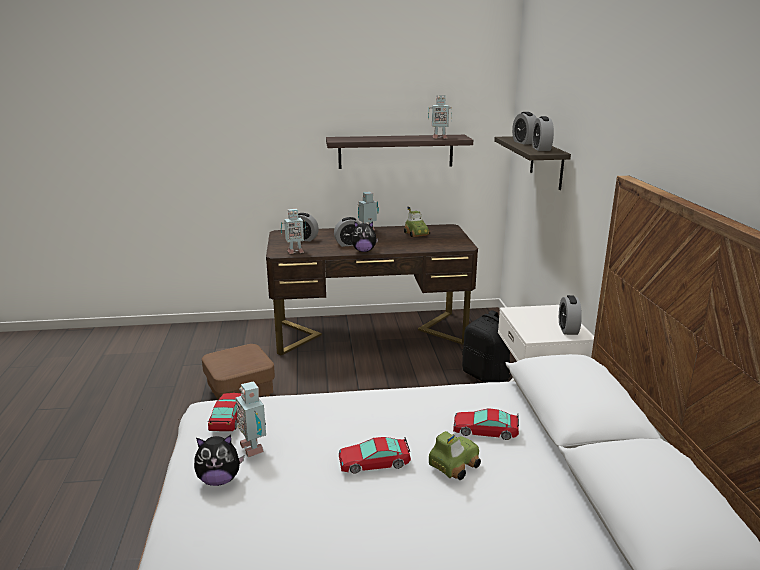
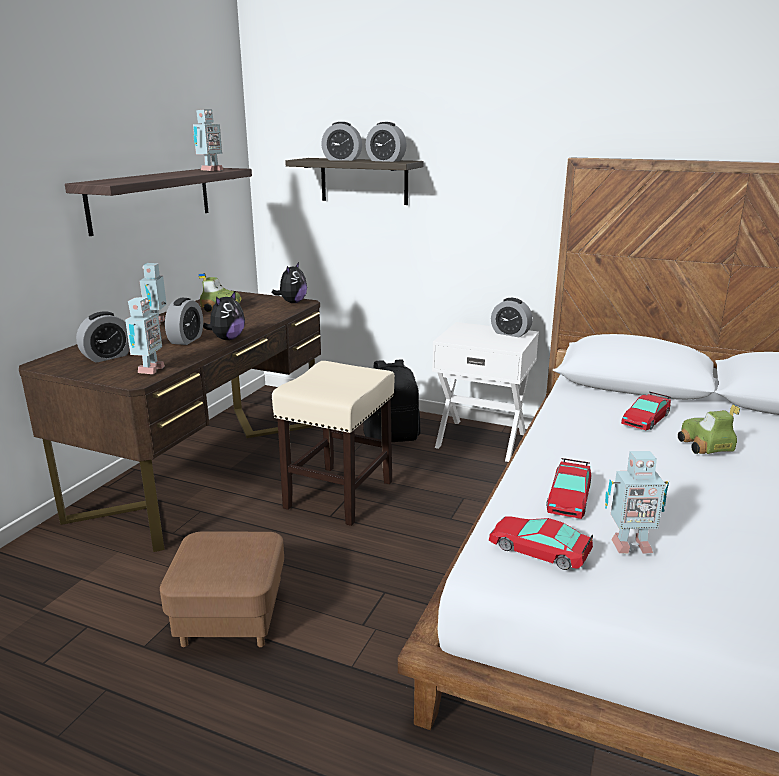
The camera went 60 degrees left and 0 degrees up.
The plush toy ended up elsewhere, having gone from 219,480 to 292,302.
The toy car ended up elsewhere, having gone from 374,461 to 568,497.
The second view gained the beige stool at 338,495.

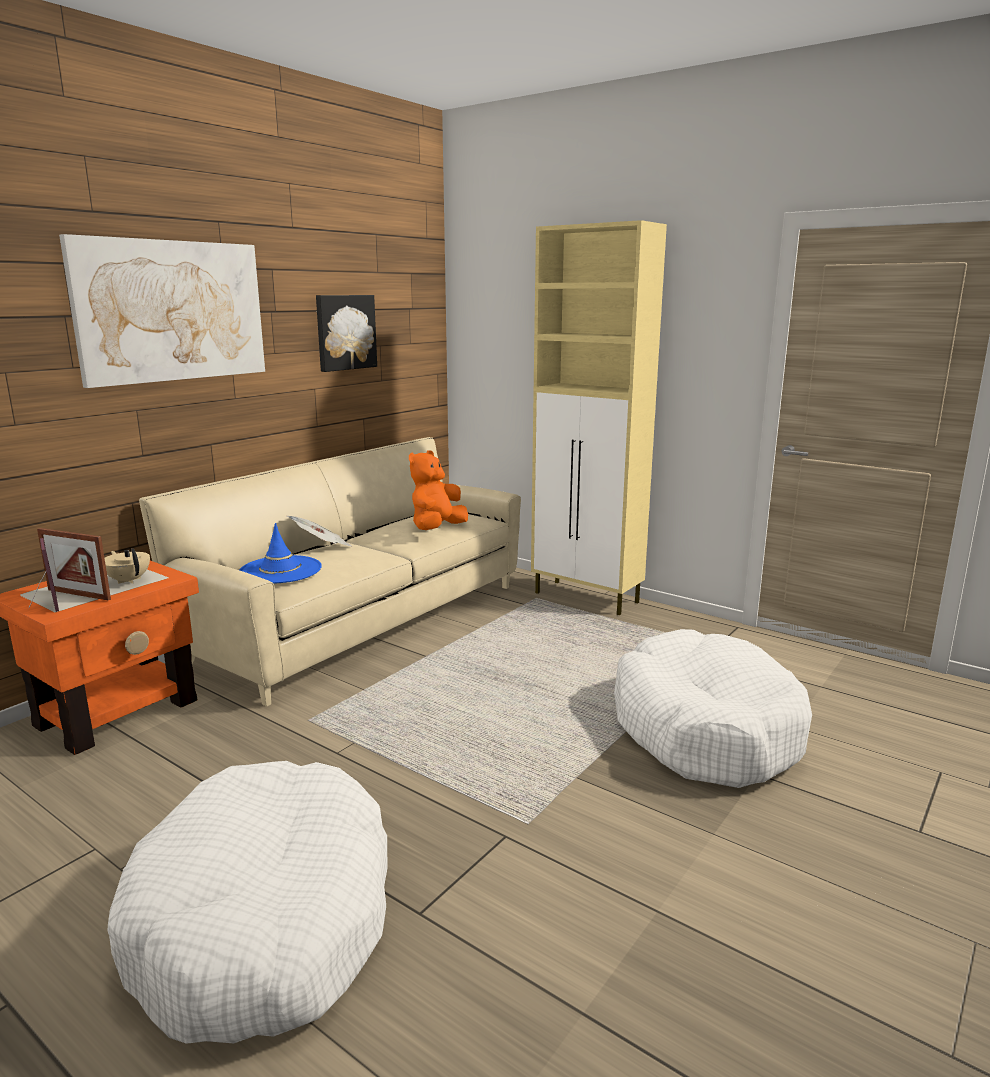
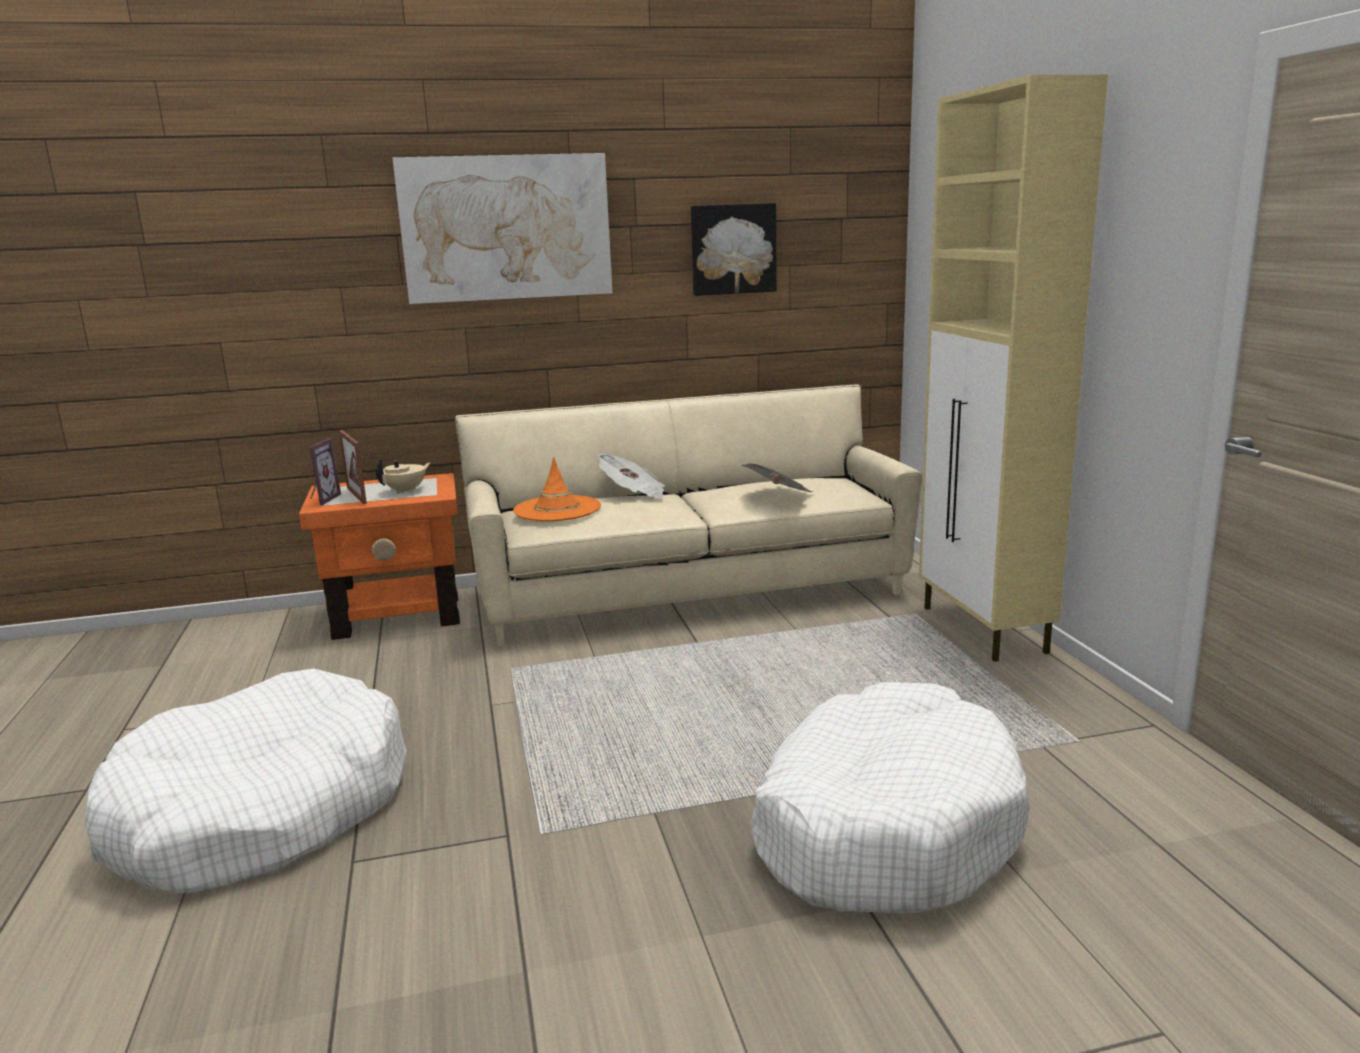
The camera went 40 degrees right and 0 degrees up.
Where the orange plush toy stood at 437,529, the newspaper came to stand at 779,497.
What was the blue hat at 280,570 turned into the orange hat at 557,509.
The beige teapot at 128,580 ended up facing another way, 45 degrees clockwise from before.

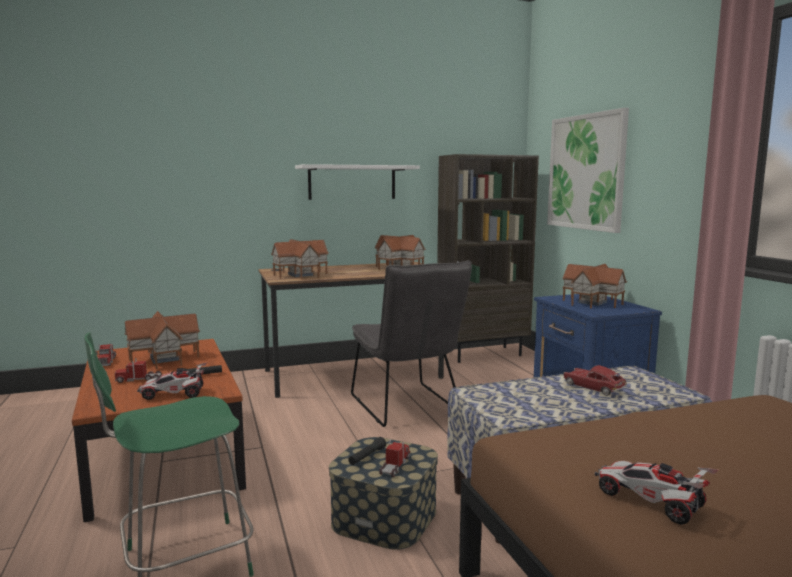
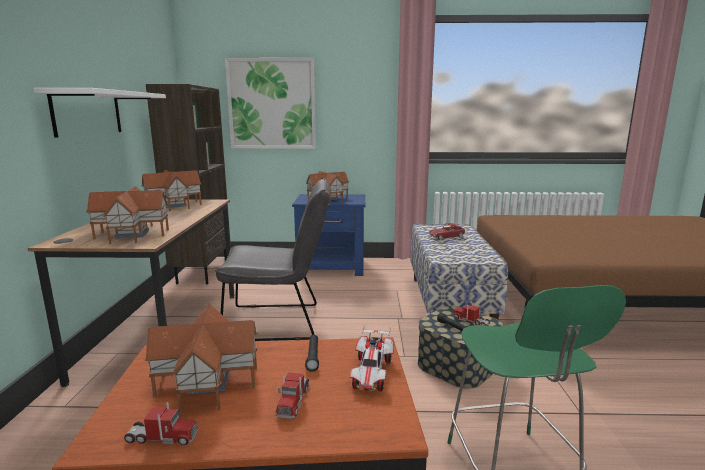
The camera went 70 degrees left and 5 degrees up.
The second view lost the toy car at 650,502.

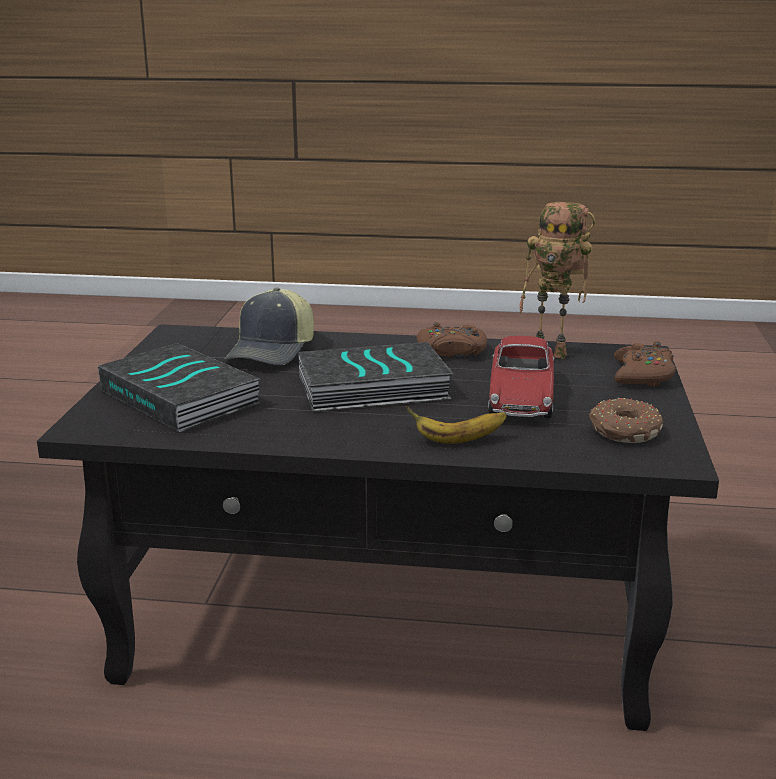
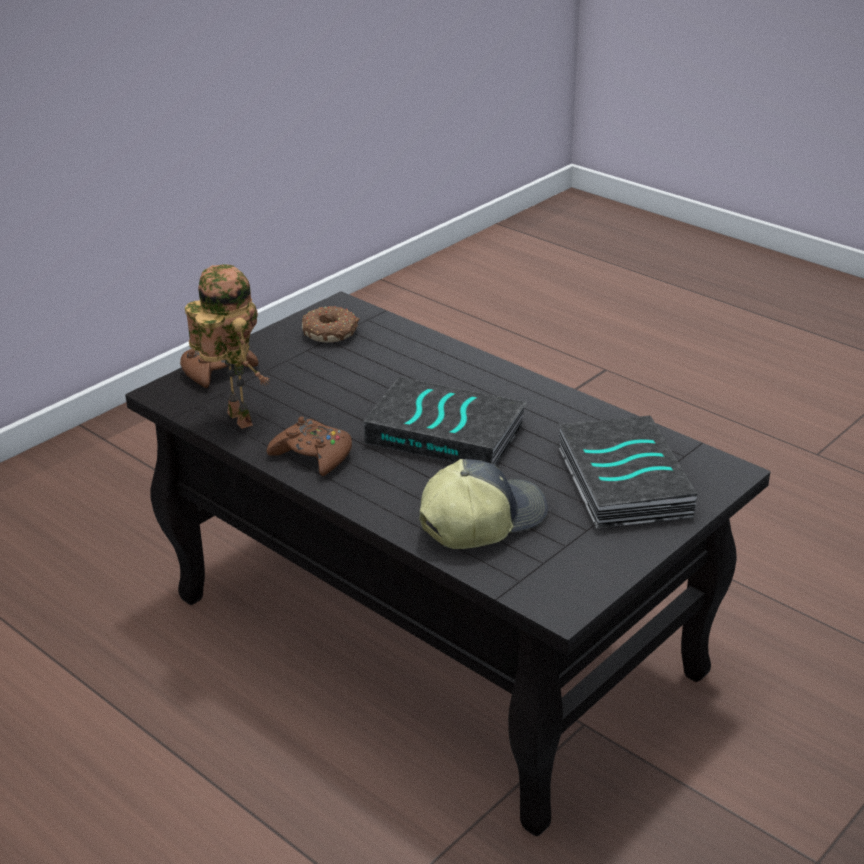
The camera went 145 degrees left and 10 degrees up.
The second view lost the toy car at 521,396.
The second view lost the banana at 457,440.

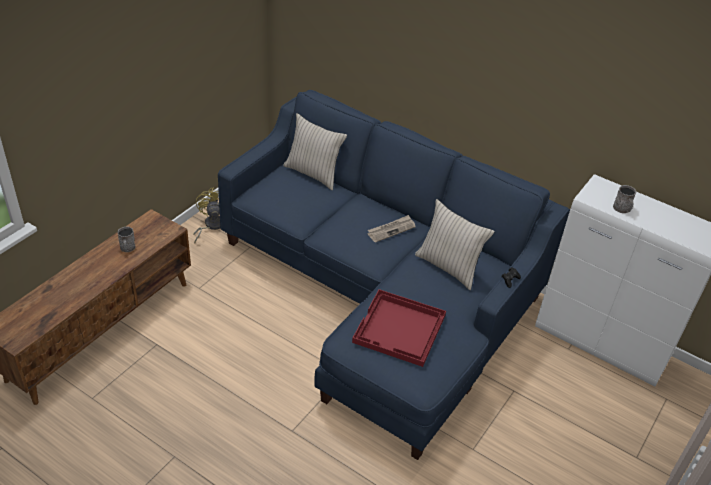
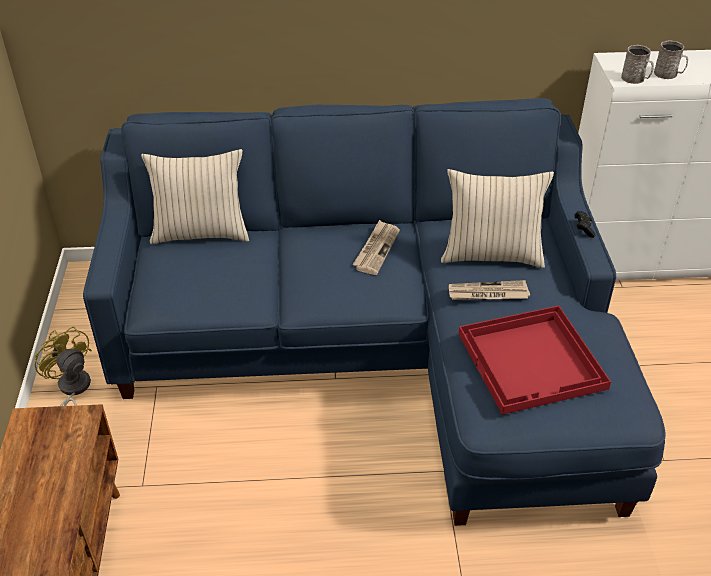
The camera went 35 degrees left and 0 degrees up.
The grey mug ended up elsewhere, having gone from 127,248 to 635,79.
The second view gained the newspaper at 487,293.

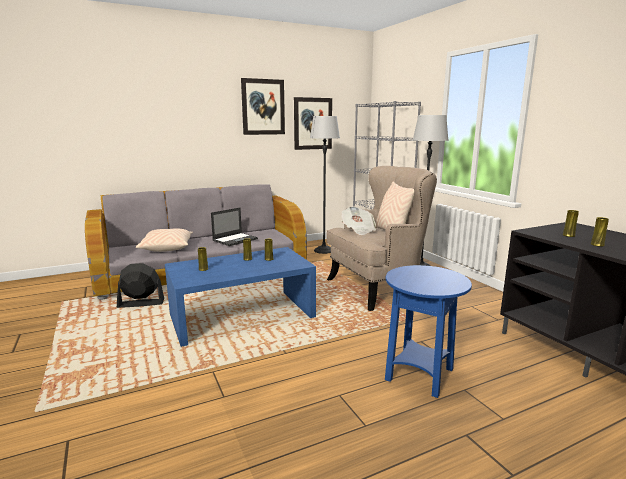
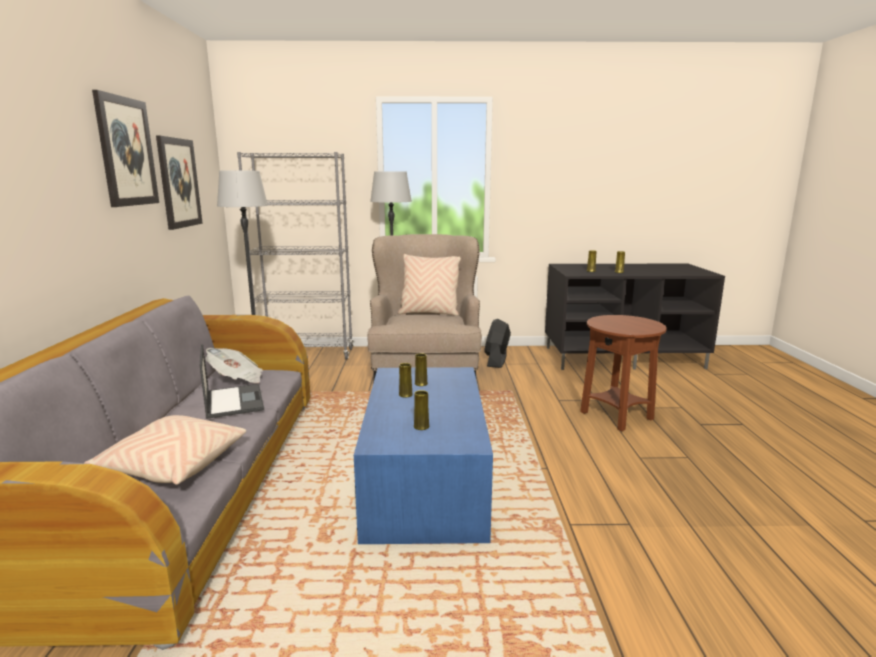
The camera went 65 degrees left and 0 degrees up.
The newspaper ended up elsewhere, having gone from 358,230 to 237,379.
The black fan ended up elsewhere, having gone from 141,304 to 496,361.
What was the blue side table at 419,375 turned into the brown side table at 616,416.

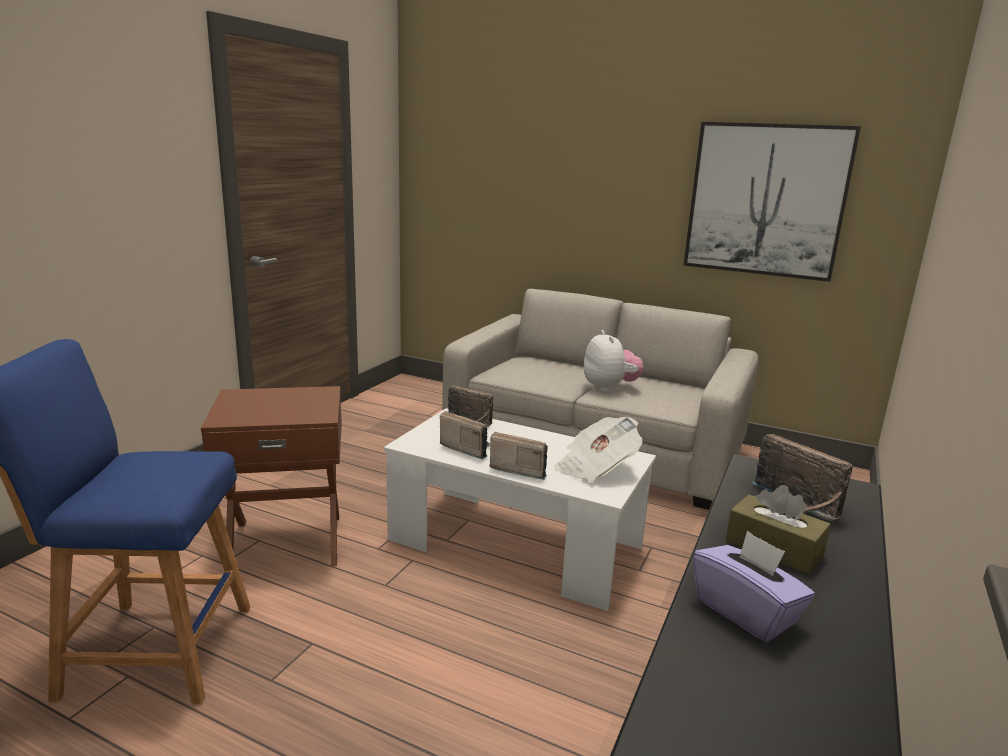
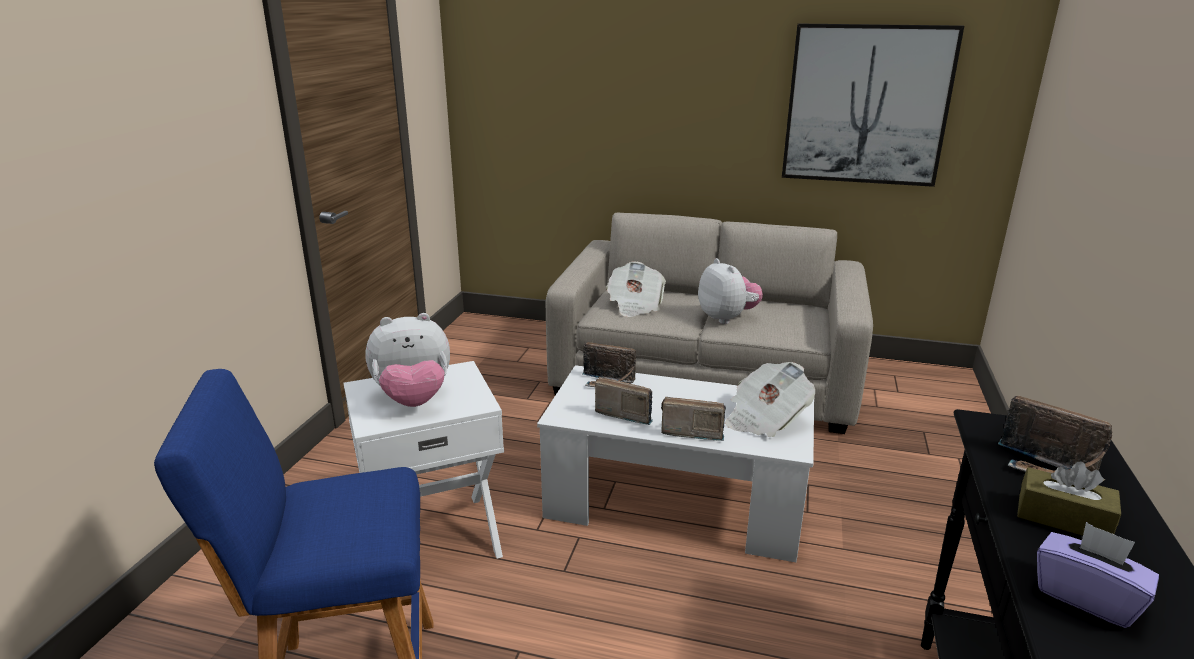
The camera went 10 degrees left and 5 degrees up.
What was the brown side table at 286,541 turned into the white side table at 434,536.
The second view gained the newspaper at 635,305.
The second view gained the plush toy at 413,399.

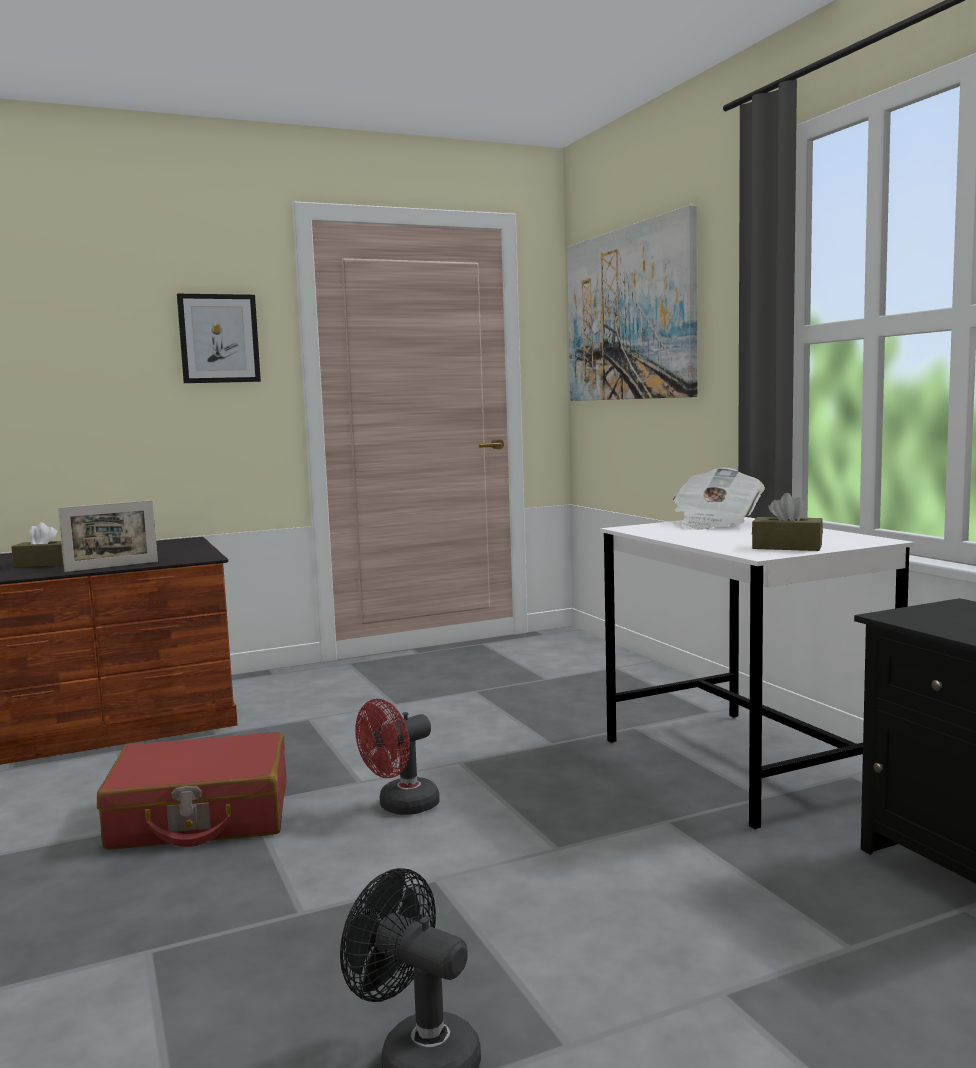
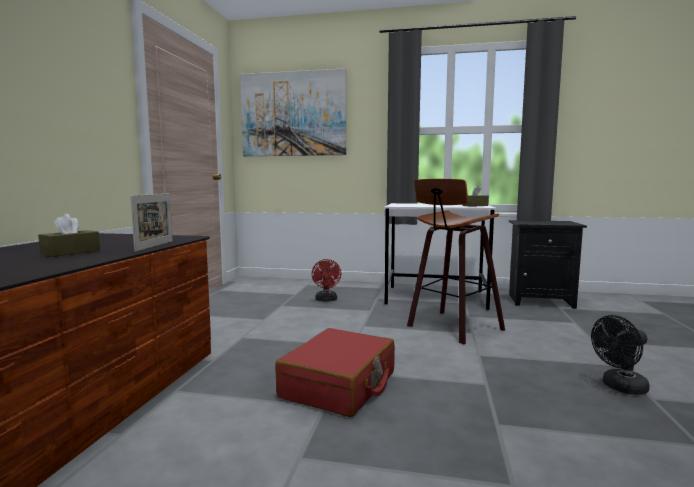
The camera went 55 degrees left and 0 degrees up.
The second view lost the picture at 219,338.
The second view lost the newspaper at 715,524.
The red fan ended up elsewhere, having gone from 401,807 to 326,300.
The second view gained the stool at 452,328.

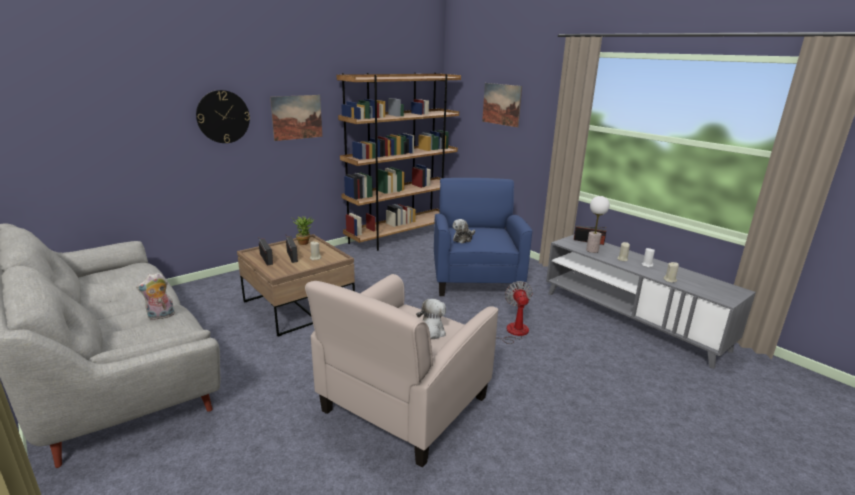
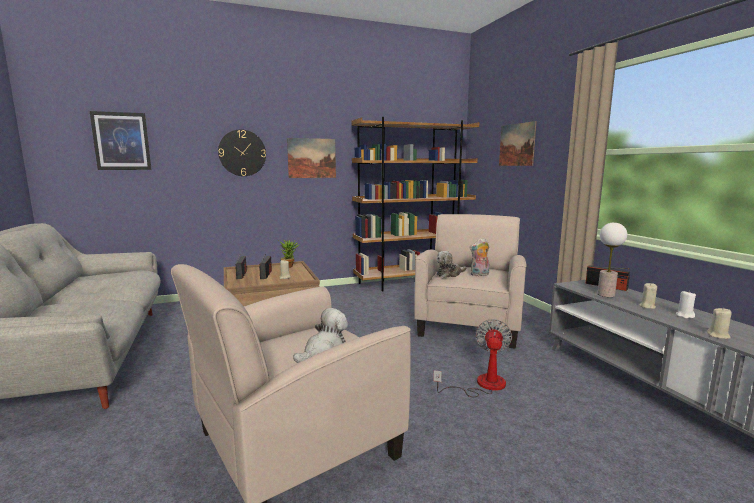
The camera went 20 degrees right and 10 degrees down.
What was the blue armchair at 475,279 turned into the beige armchair at 469,325.
The plush toy ended up elsewhere, having gone from 161,316 to 479,275.
The second view gained the picture at 121,141.

